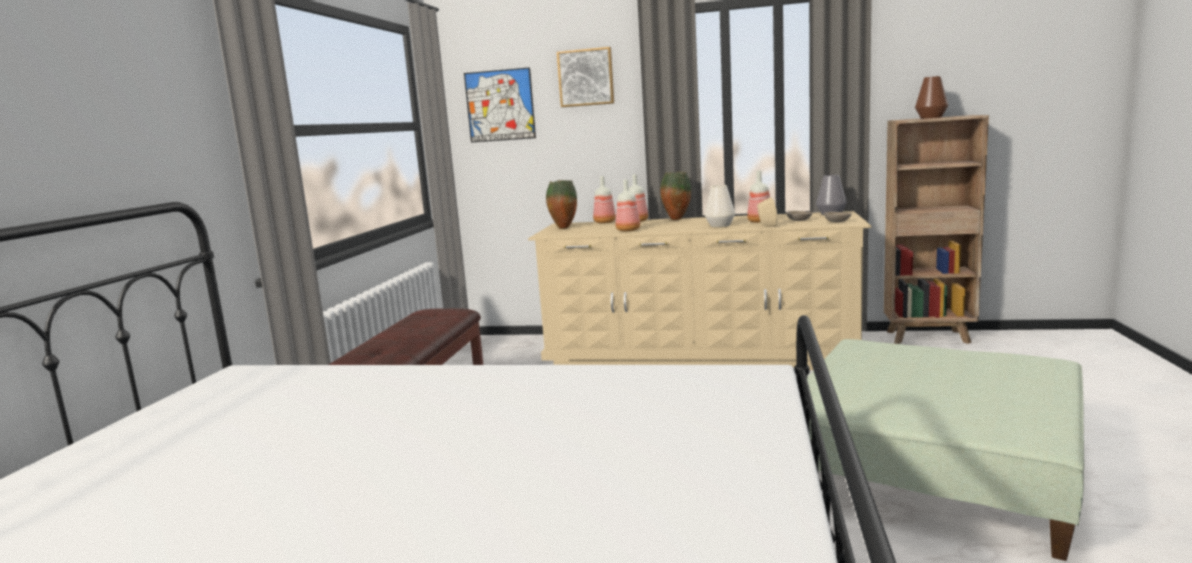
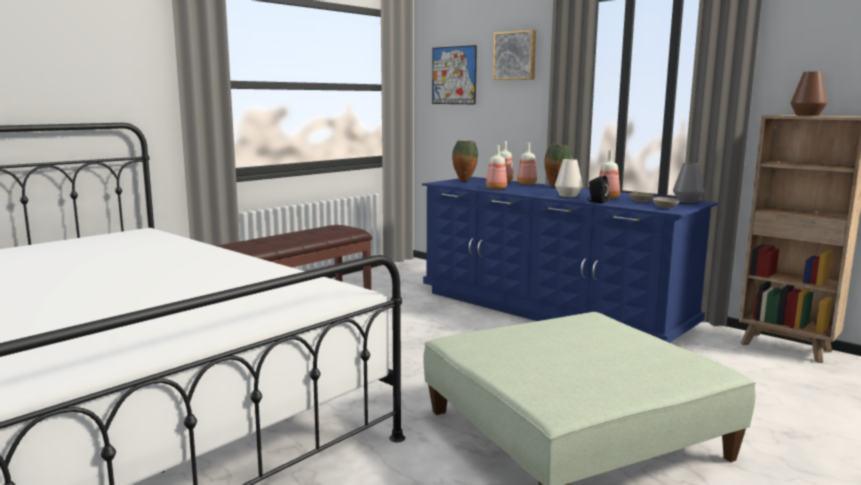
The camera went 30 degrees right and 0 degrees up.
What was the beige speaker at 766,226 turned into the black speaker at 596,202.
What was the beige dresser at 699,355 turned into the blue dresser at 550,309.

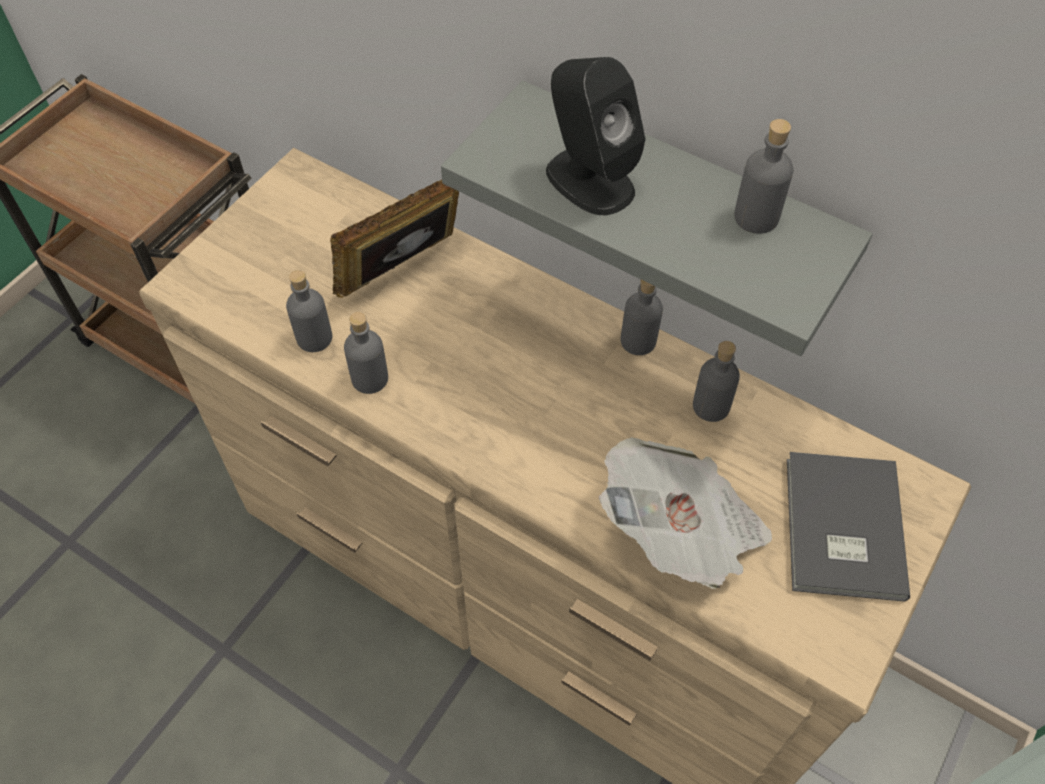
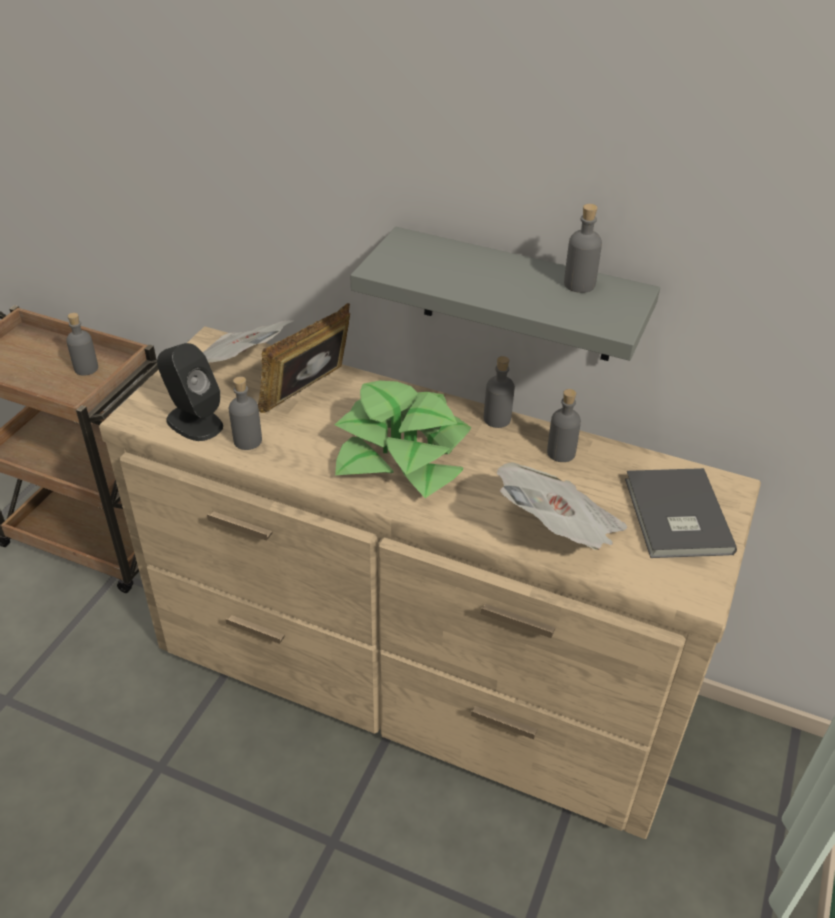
The camera went 10 degrees left and 15 degrees down.
The black speaker ended up elsewhere, having gone from 589,180 to 194,422.
The grey bottle ended up elsewhere, having gone from 370,378 to 86,368.
The second view gained the newspaper at 242,365.
The second view gained the potted plant at 402,454.

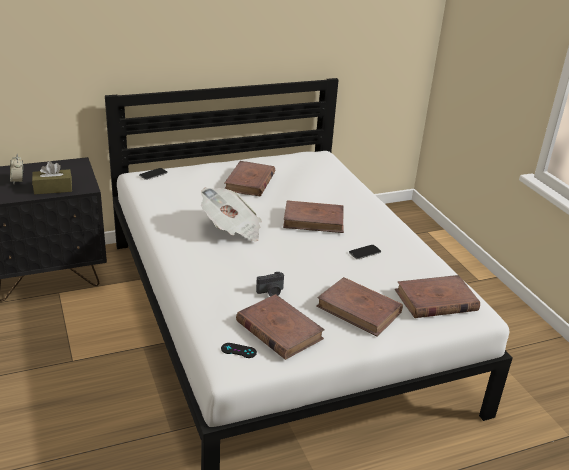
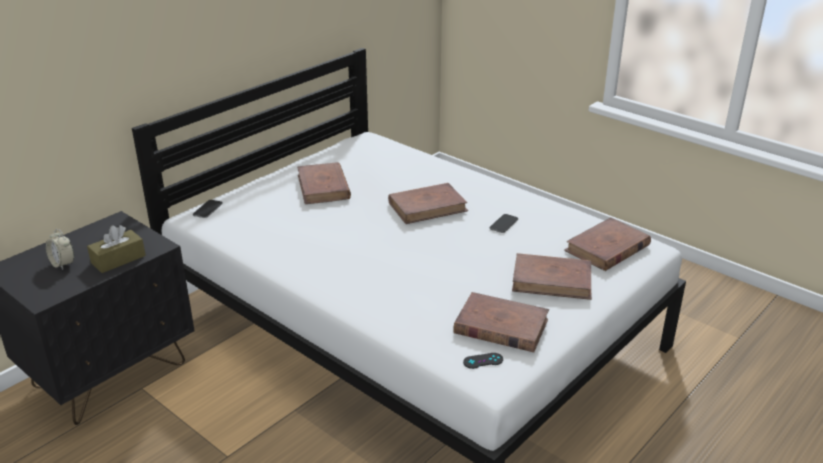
The camera went 25 degrees left and 0 degrees up.
The second view lost the newspaper at 232,229.
The second view lost the photo camera at 271,292.

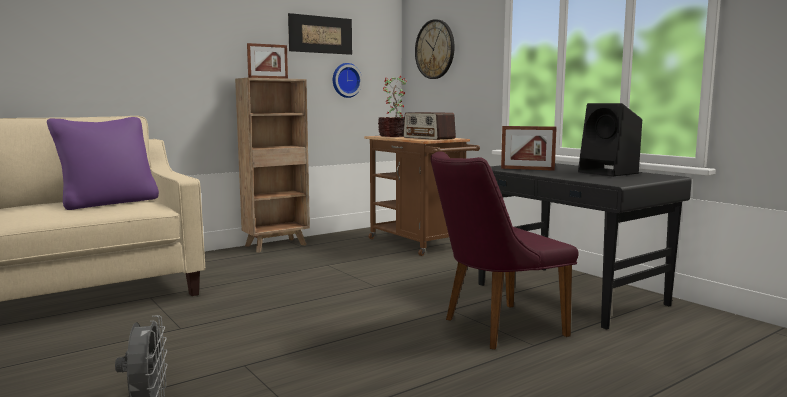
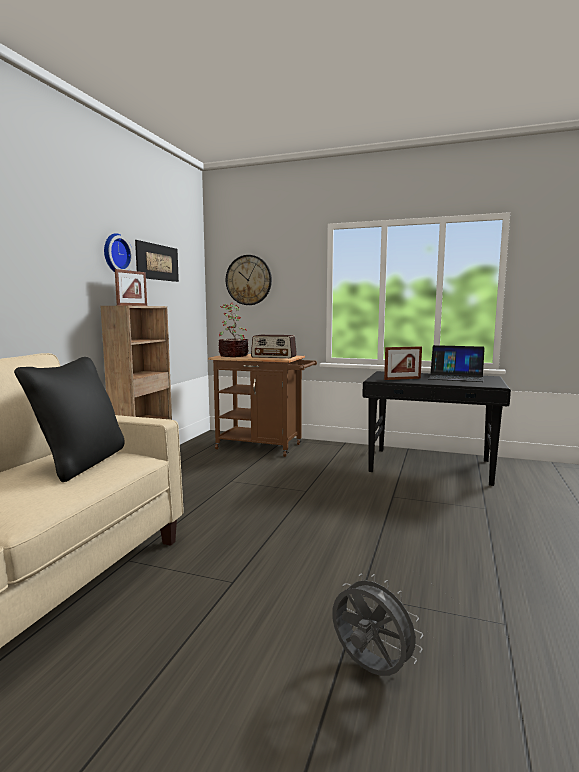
The camera went 35 degrees left and 0 degrees up.
The wall clock ended up elsewhere, having gone from 345,80 to 115,254.
Where the black speaker stood at 609,173, the laptop came to stand at 455,377.
What was the purple pillow at 108,203 turned into the black pillow at 81,463.
The second view lost the purple chair at 493,328.

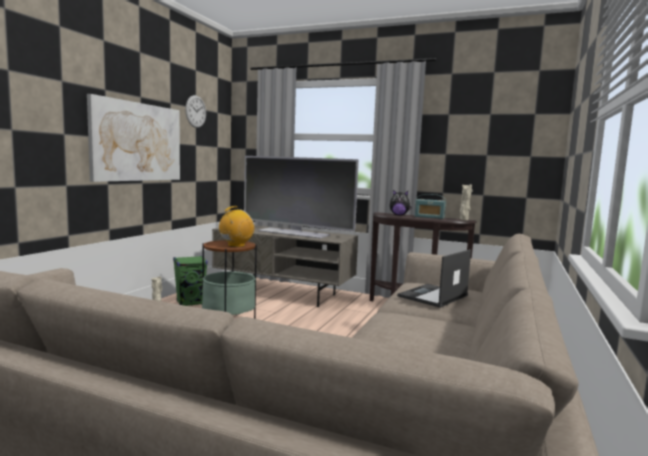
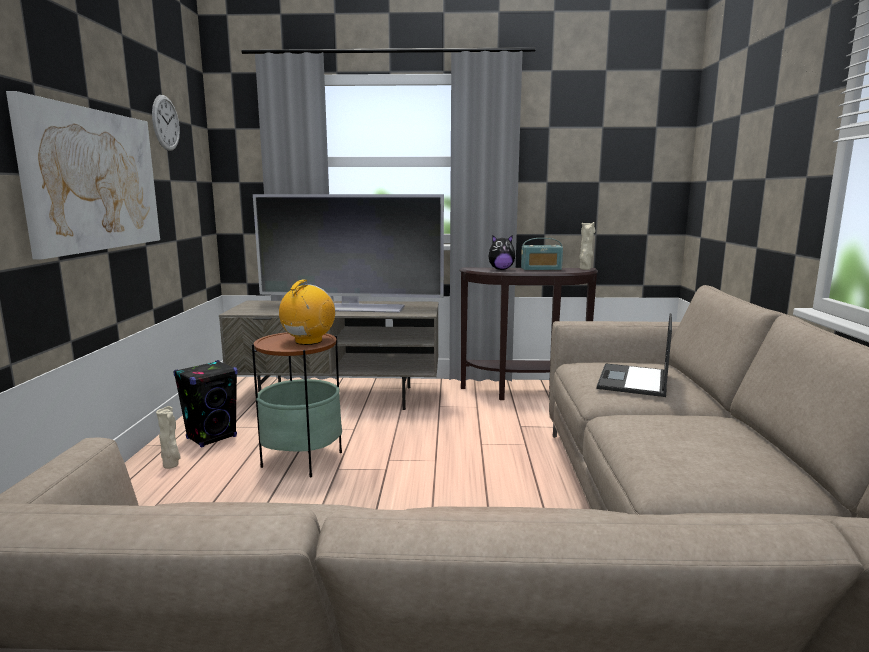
The camera went 20 degrees left and 5 degrees up.
What was the green speaker at 190,303 turned into the black speaker at 212,437.

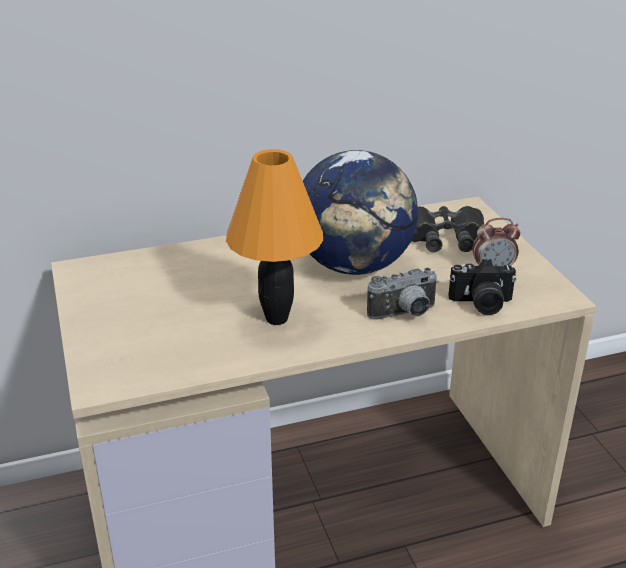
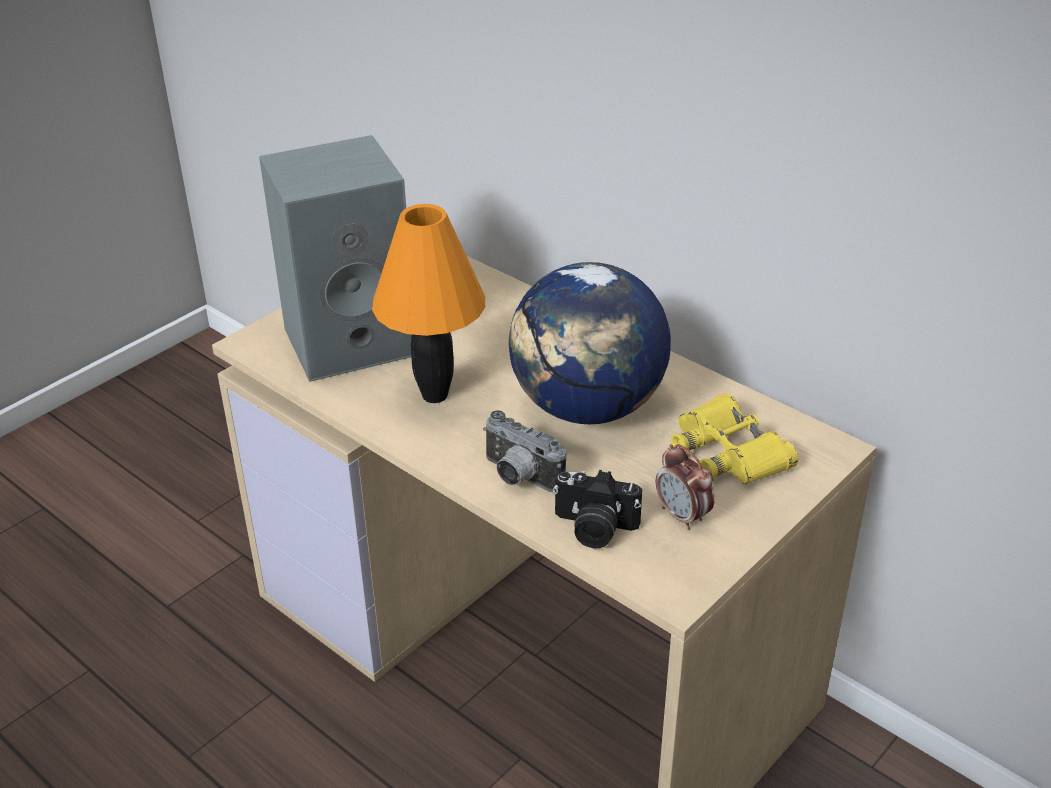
The camera went 60 degrees right and 5 degrees up.
What was the black binoculars at 444,236 turned into the yellow binoculars at 728,452.
The photo camera at 481,304 ended up facing another way, 45 degrees counterclockwise from before.
The second view gained the grey speaker at 352,340.

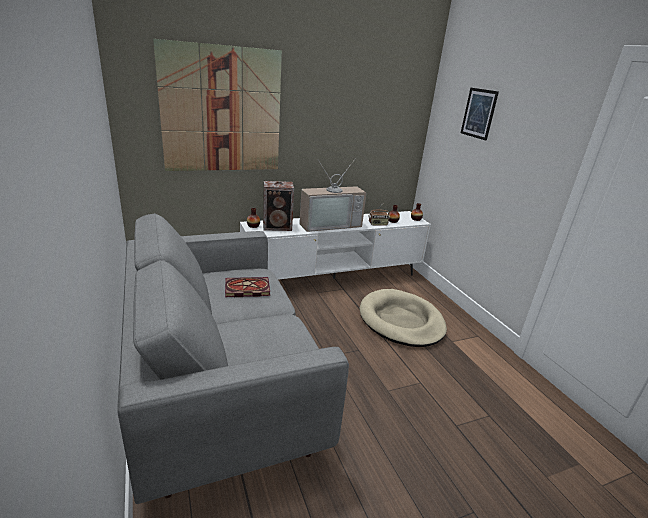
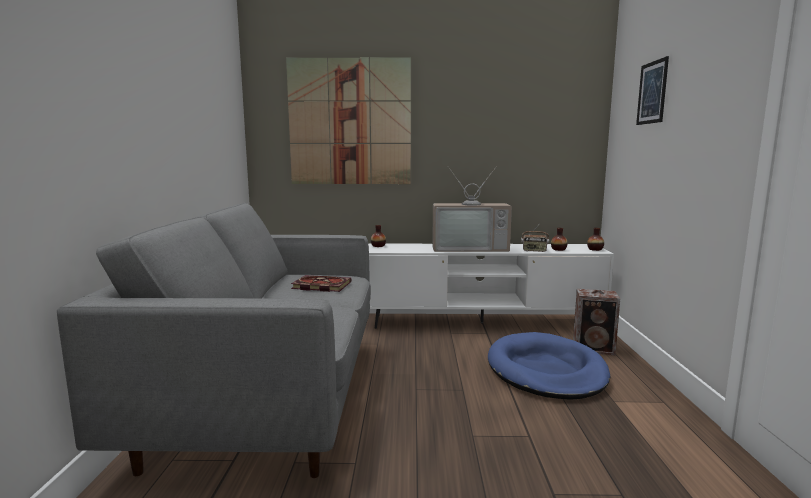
The camera went 25 degrees right and 15 degrees down.
The speaker ended up elsewhere, having gone from 278,226 to 594,348.
What was the beige dog bed at 401,321 turned into the blue dog bed at 546,370.

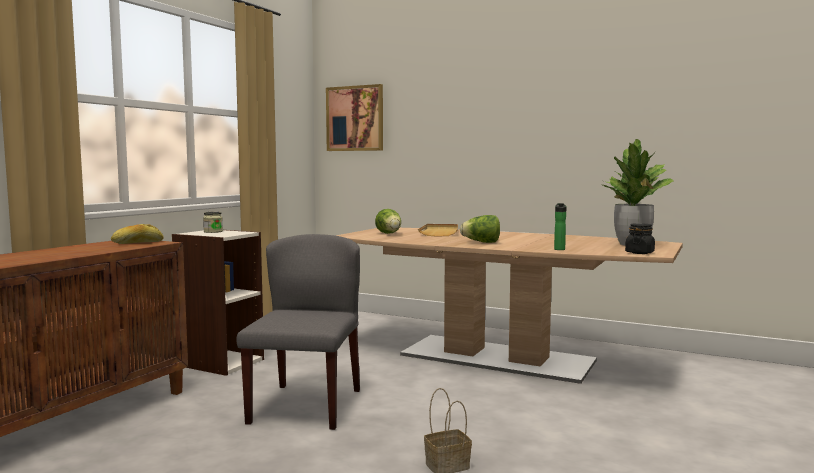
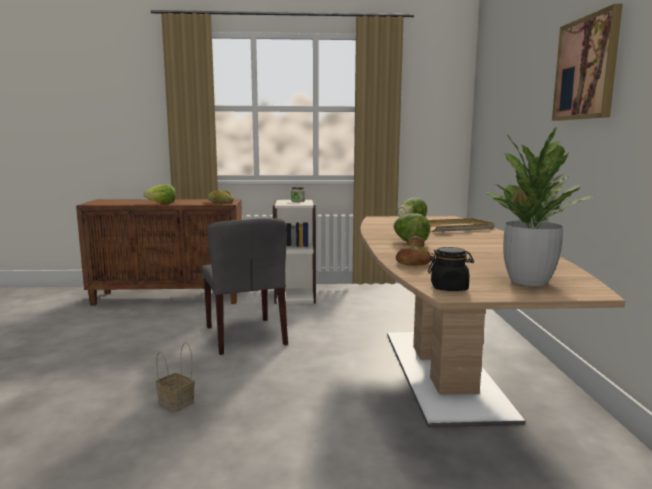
The camera went 60 degrees right and 5 degrees up.
The picture ended up elsewhere, having gone from 355,118 to 586,68.
Where the bottle stood at 559,249, the bread came to stand at 413,263.
The grey chair at 305,405 ended up facing another way, 90 degrees clockwise from before.
The second view gained the lettuce at 162,203.

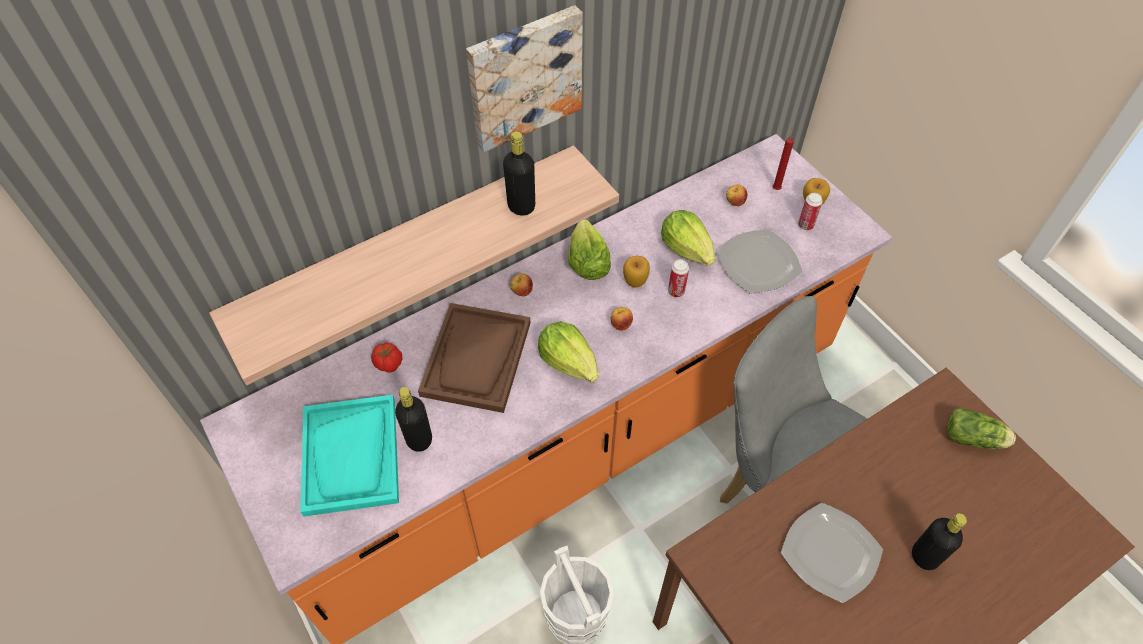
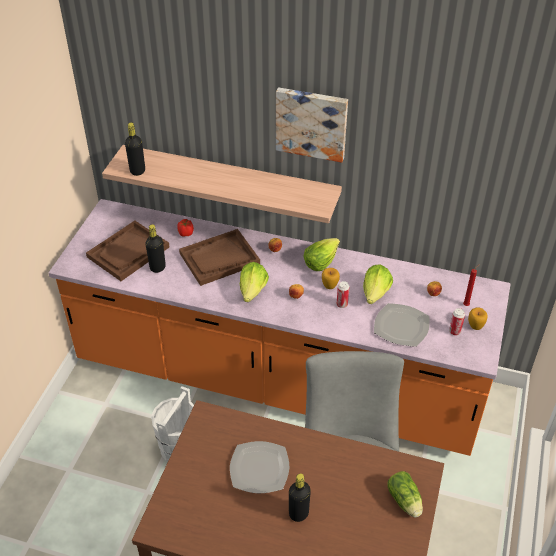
The camera went 50 degrees right and 10 degrees down.
The black bottle ended up elsewhere, having gone from 521,206 to 137,171.
What was the turquoise tray at 351,456 turned into the brown tray at 128,252.

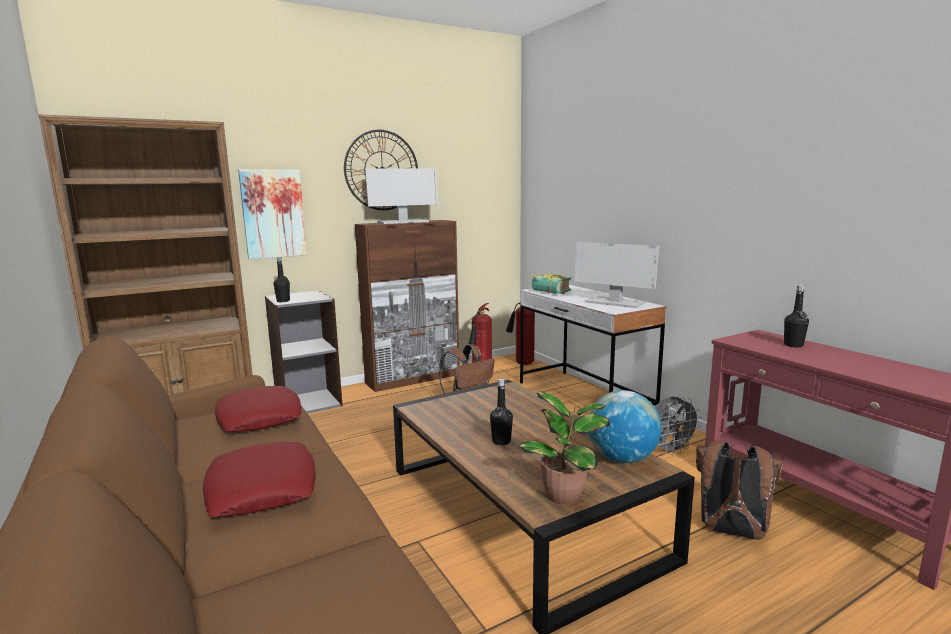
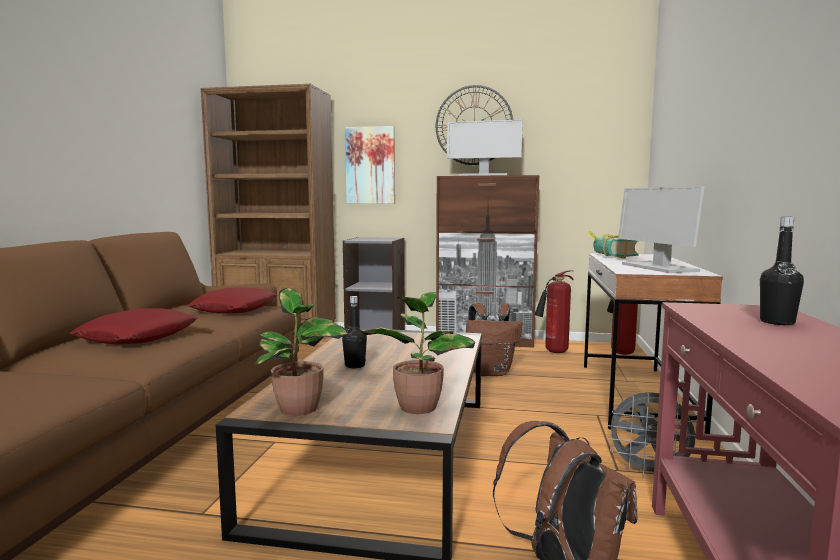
The camera went 40 degrees right and 5 degrees down.
The second view lost the black bottle at 283,301.
Where the globe stood at 621,458, the potted plant came to stand at 418,406.

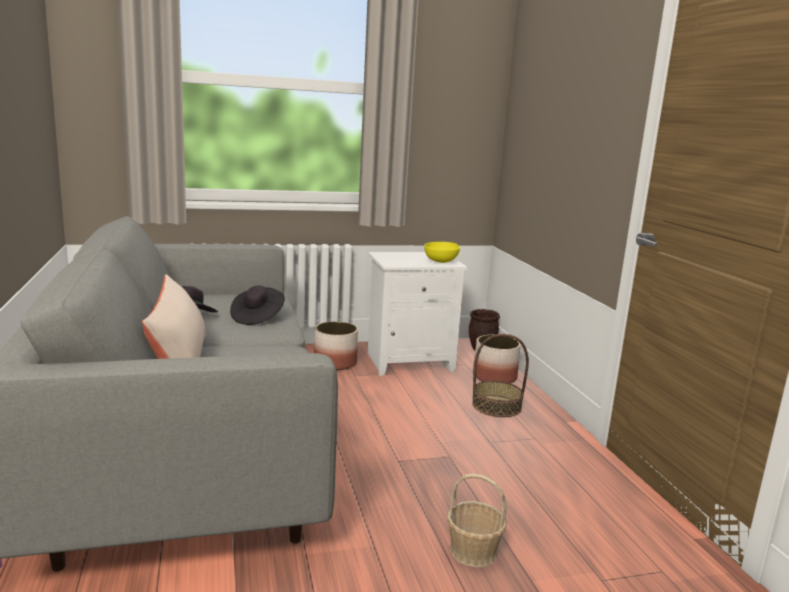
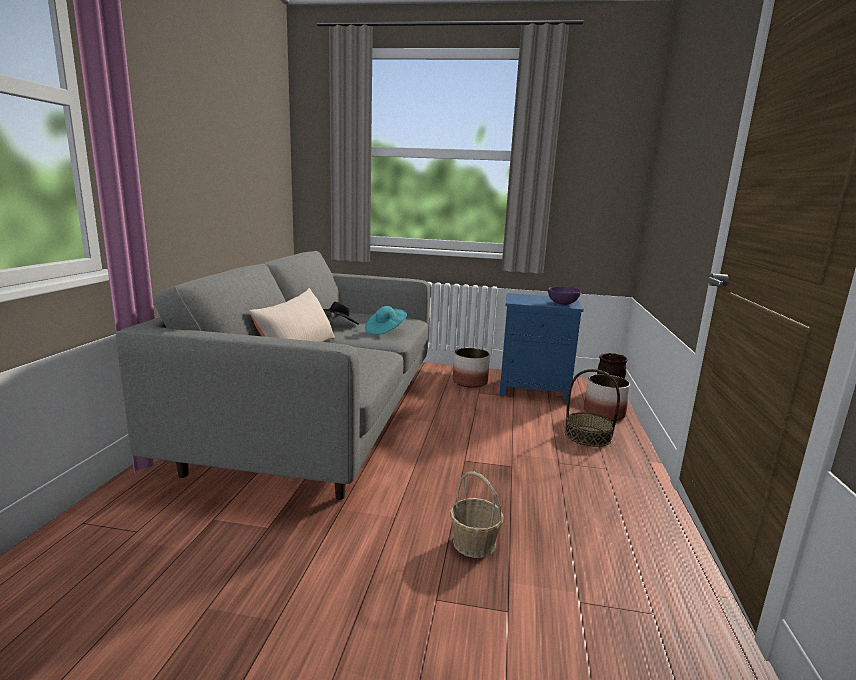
The camera went 25 degrees right and 0 degrees up.
What was the yellow bowl at 442,262 turned into the purple bowl at 563,304.
What was the white nightstand at 410,361 turned into the blue nightstand at 534,389.
What was the black hat at 257,317 turned into the turquoise hat at 385,331.

